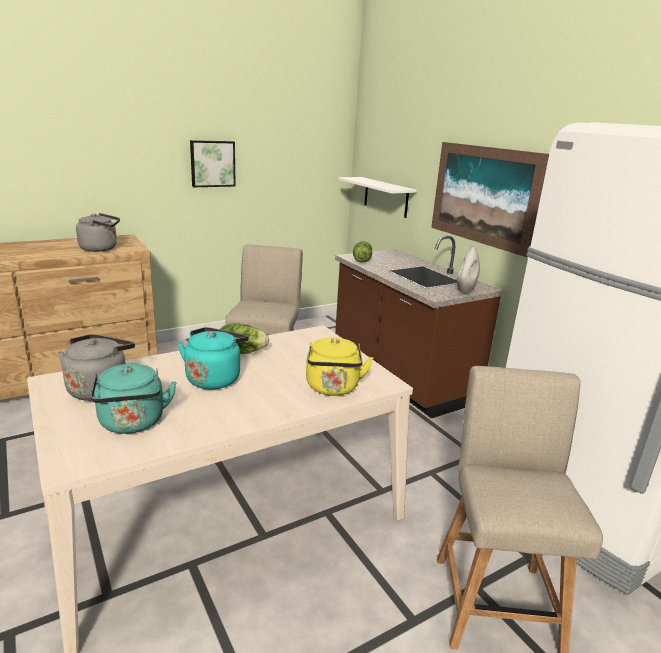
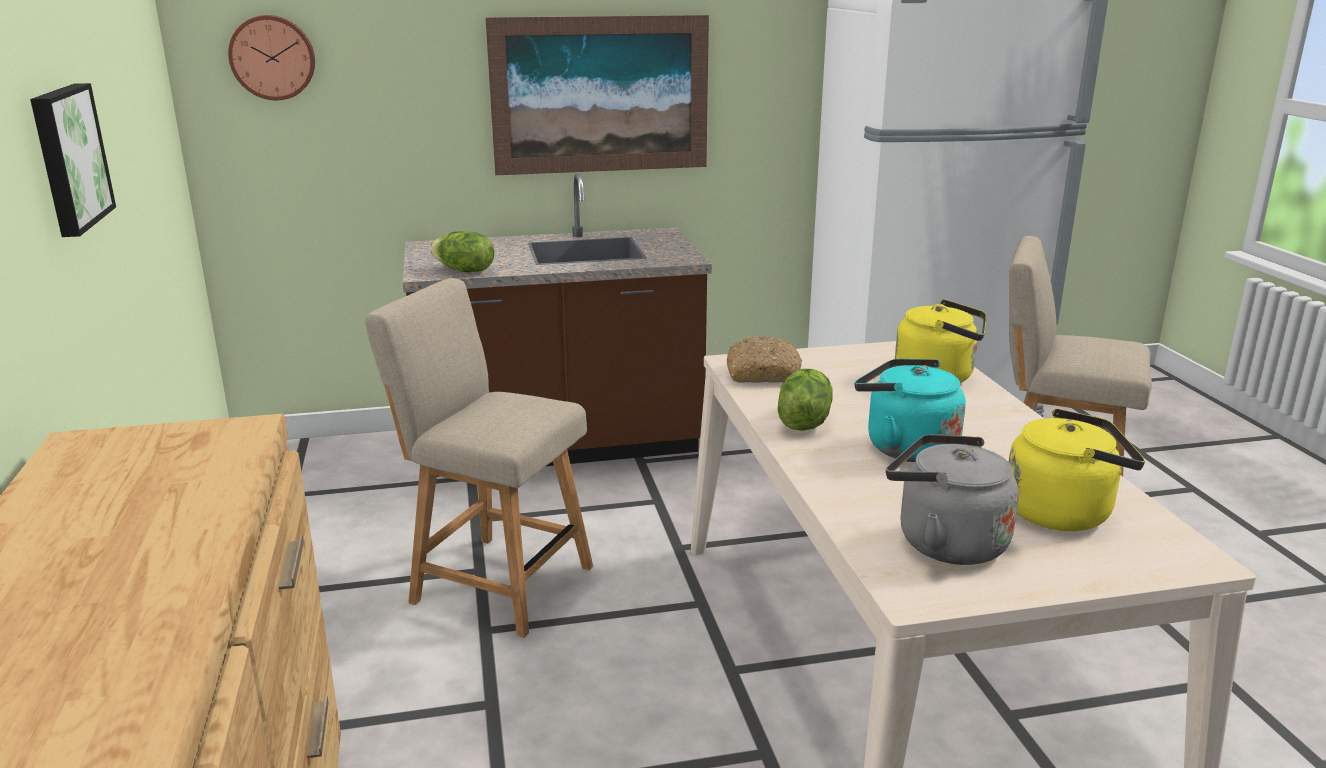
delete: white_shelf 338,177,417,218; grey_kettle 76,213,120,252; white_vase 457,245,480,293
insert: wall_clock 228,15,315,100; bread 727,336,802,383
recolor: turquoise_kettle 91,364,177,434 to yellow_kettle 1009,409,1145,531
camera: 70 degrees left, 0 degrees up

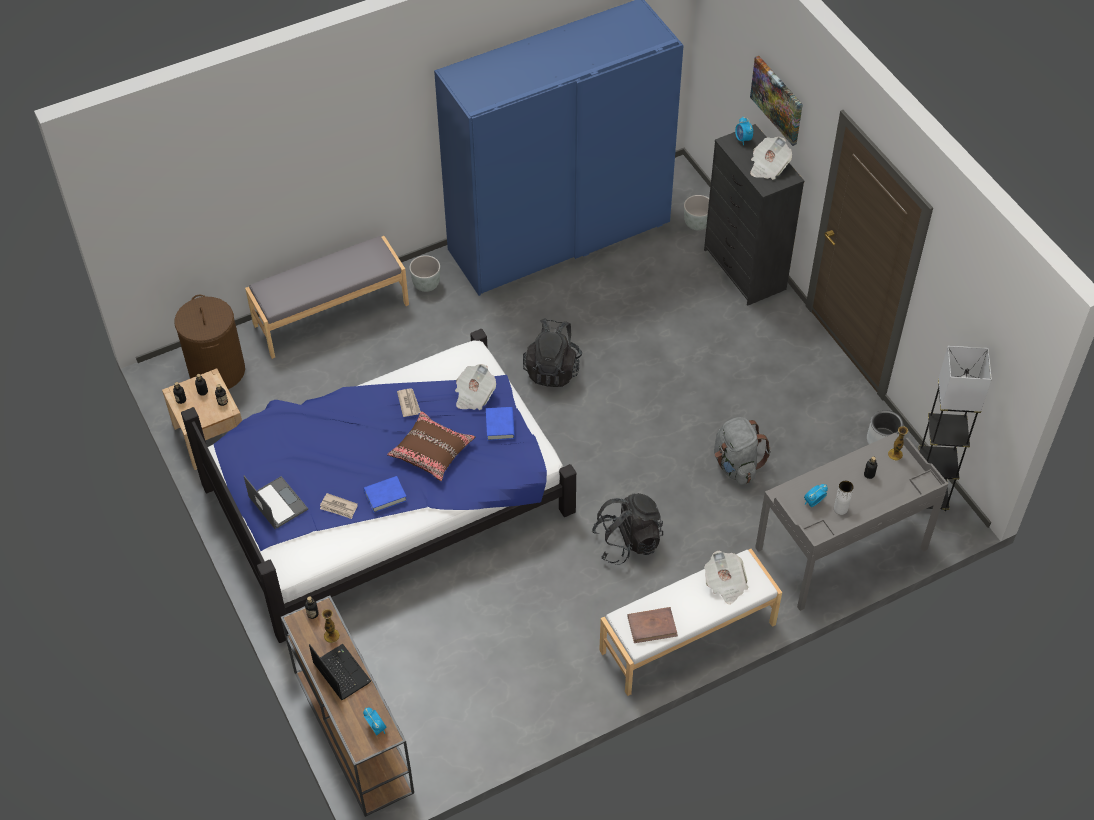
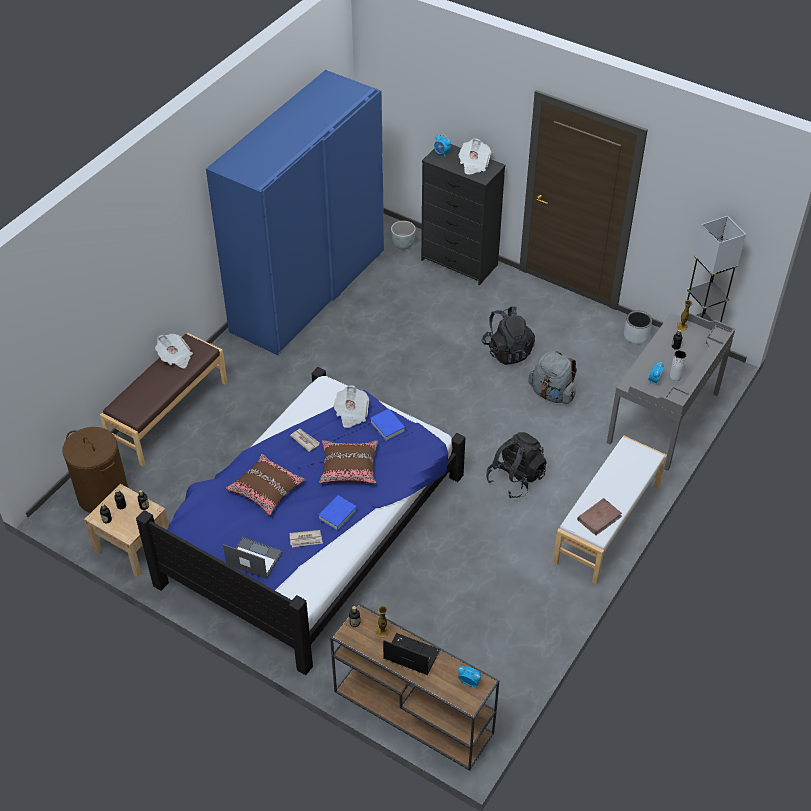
delete: picture 750,56,803,146; grey_planter 409,255,440,292
insert: brown_pillow 225,454,305,516
move: black_backpack 523,318,582,387 to 482,307,535,365; newspaper 704,550,749,604 to 155,334,193,369
recolor: grey_bench 245,236,409,359 to brown_bench 100,333,227,467
camera: 30 degrees left, 5 degrees down

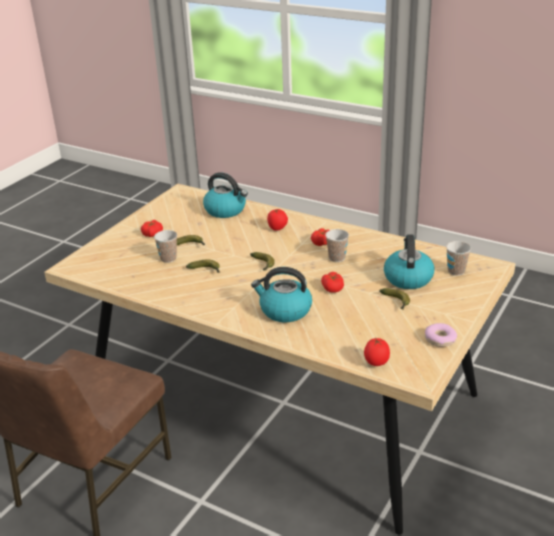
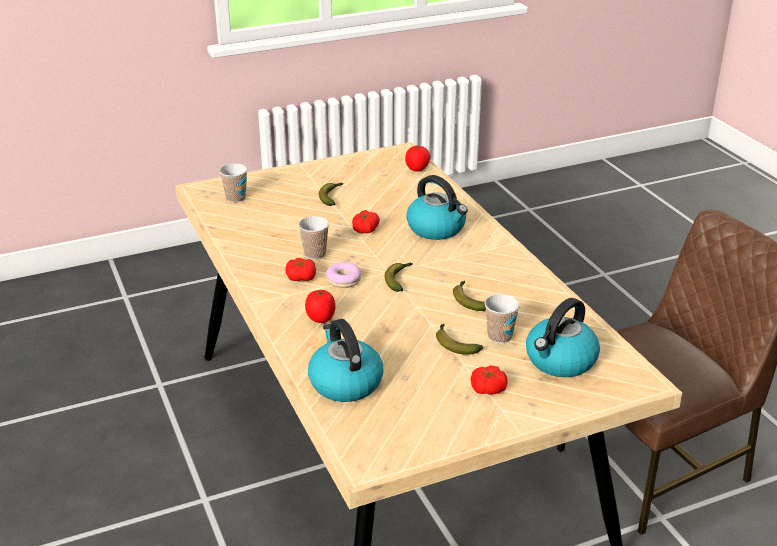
move: kettle 384,234,435,289 to 526,298,600,377; donut 425,323,457,347 to 326,262,361,288
camera: 145 degrees left, 0 degrees up

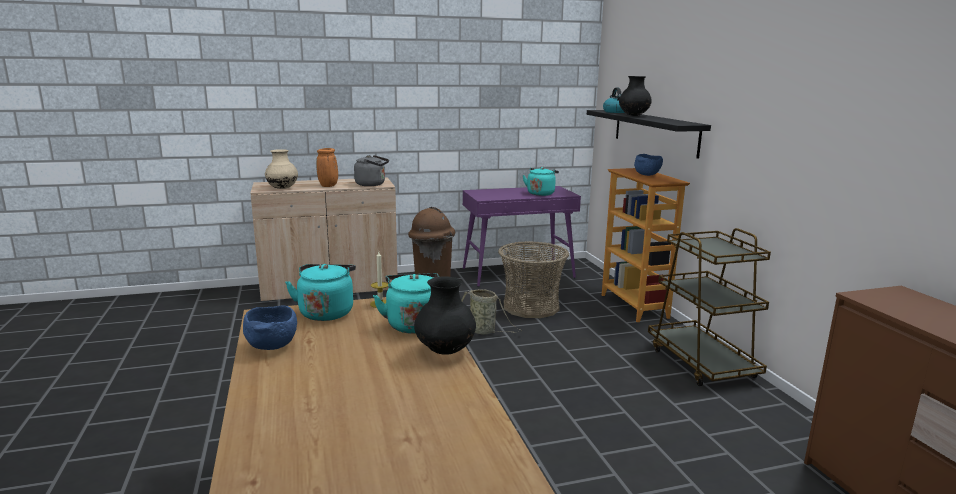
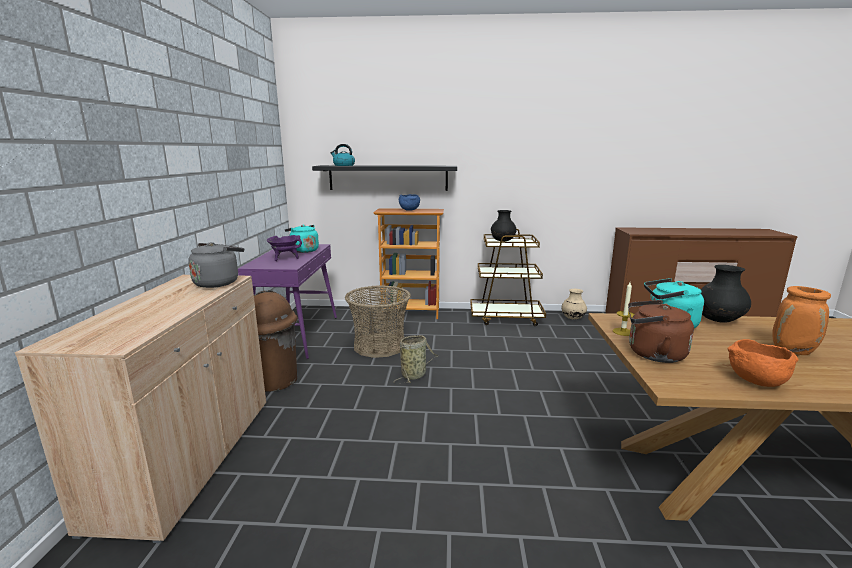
insert: purple_cooking_pot 267,235,302,261
move: black_vase 619,76,652,116 to 491,210,517,242; orange_vase 316,148,338,187 to 772,286,831,355; beige_vase 265,149,298,189 to 561,289,587,319
recolor: turquoise_kettle 285,264,356,321 to brown_kettle 628,300,694,363; blue_bowl 243,306,297,350 to orange_bowl 727,339,799,387
camera: 70 degrees left, 0 degrees up

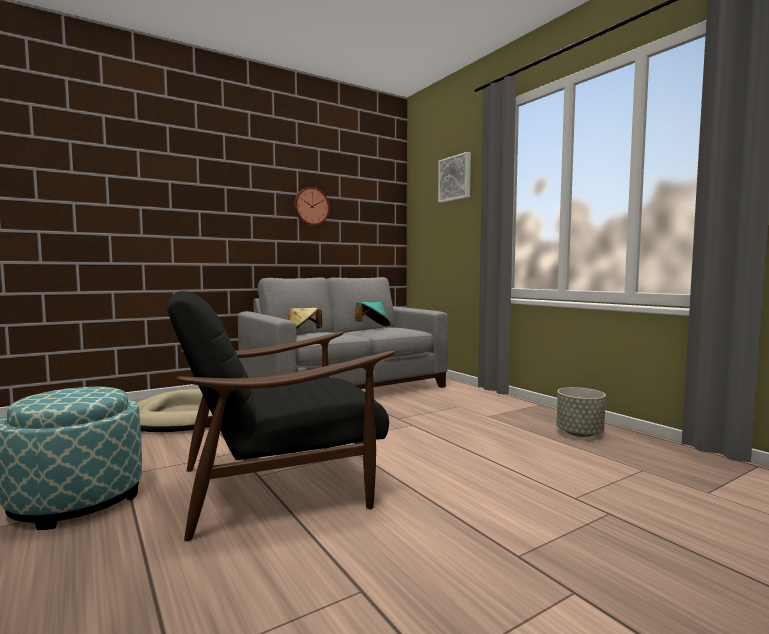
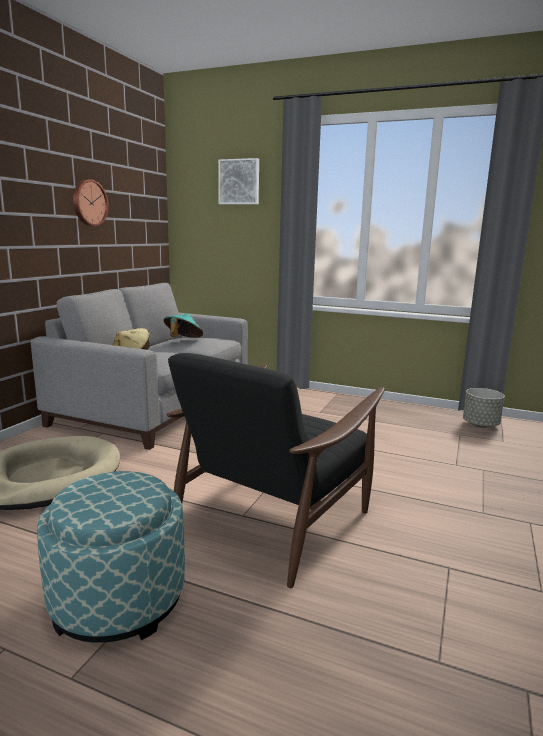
move: grey_planter 556,387,606,437 to 463,388,505,428
camera: 35 degrees left, 10 degrees up

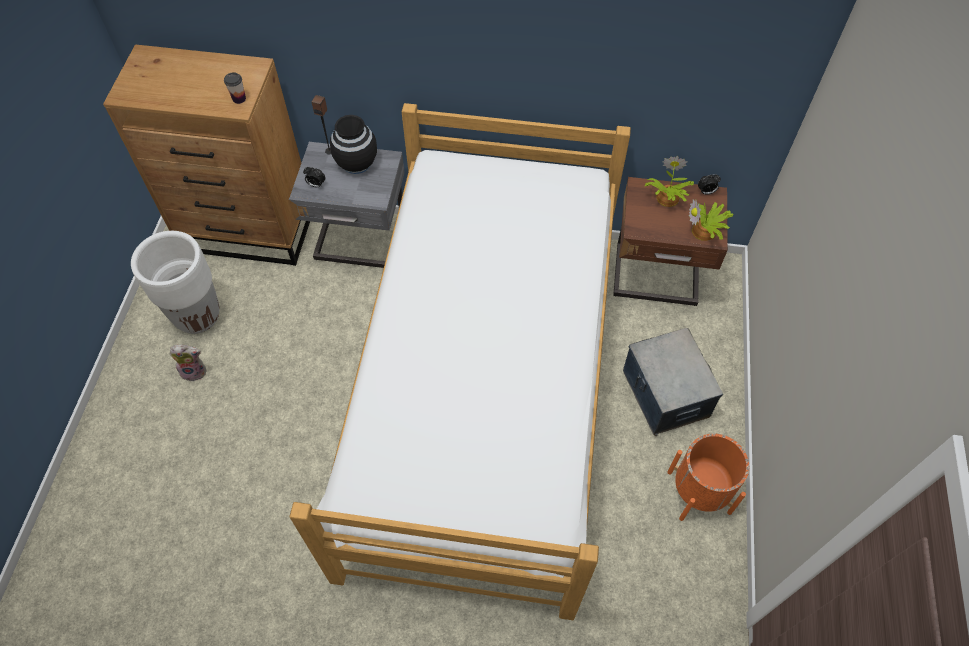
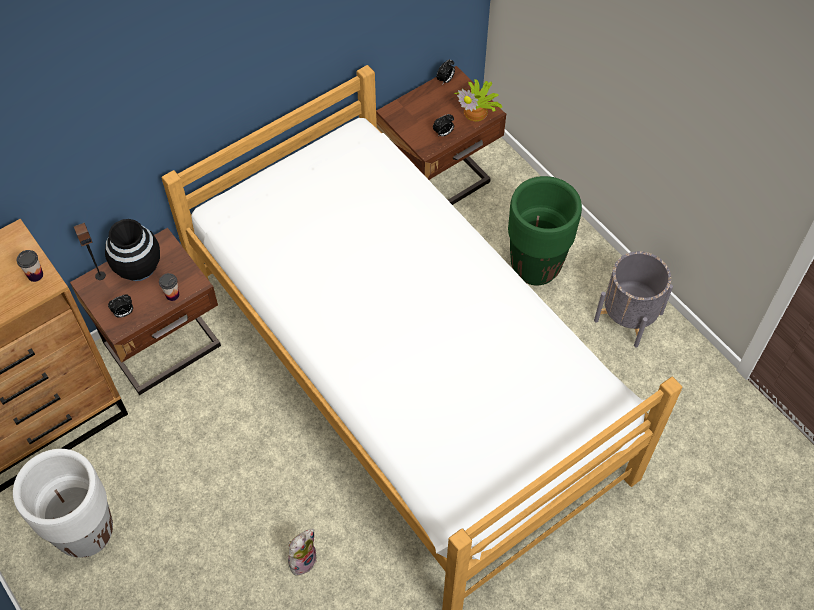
delete: potted_plant 645,156,694,207
insert: alarm_clock 433,114,454,137; cup 159,273,179,301
move: plush_toy 170,344,207,382 to 288,529,317,575
replace: storage_box 623,328,723,436 to green_planter 508,176,582,285
recolor: grey_nightstand 289,142,405,268 to brown_nightstand 70,228,221,395; orange_planter 667,434,749,521 to grey_planter 594,251,673,347
camera: 45 degrees left, 0 degrees up

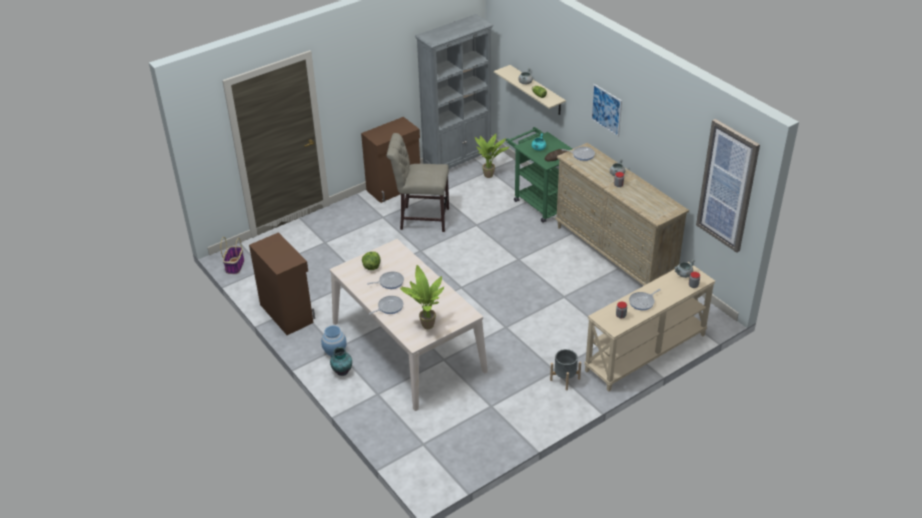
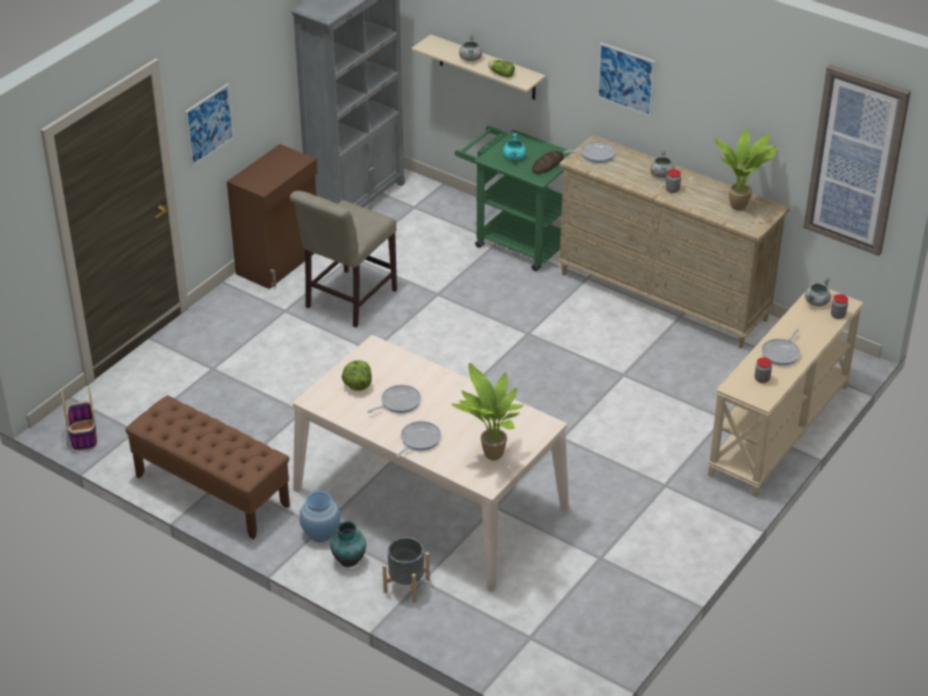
insert: picture 185,83,234,167
move: potted_plant 475,134,509,178 to 715,128,778,211; grey_planter 550,349,581,391 to 382,537,430,603
replace: brown_cabinet 249,232,315,335 to brown_bench 125,395,290,539
rotate: beige_chair 387,133,449,232 = 290,191,397,328 45 degrees counterclockwise
camera: 20 degrees left, 0 degrees up

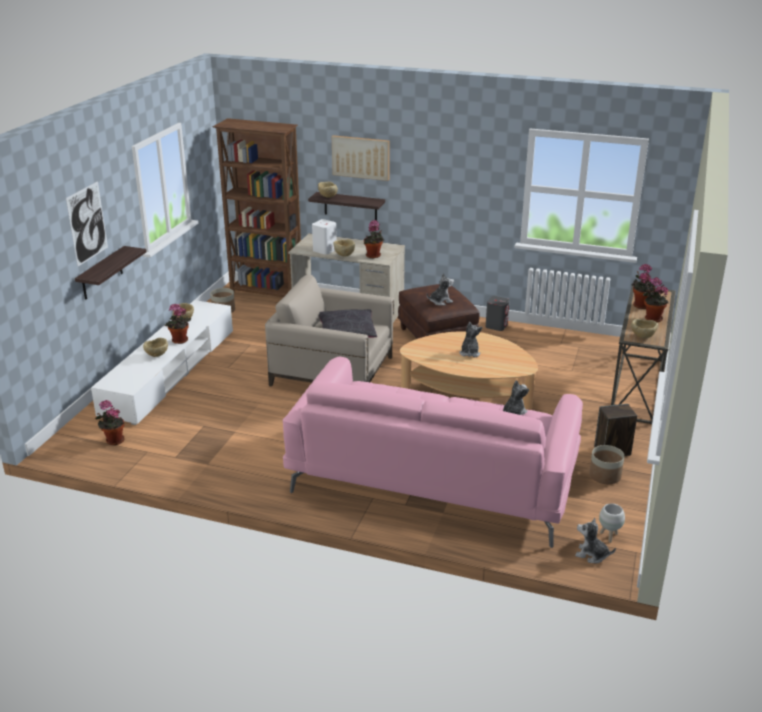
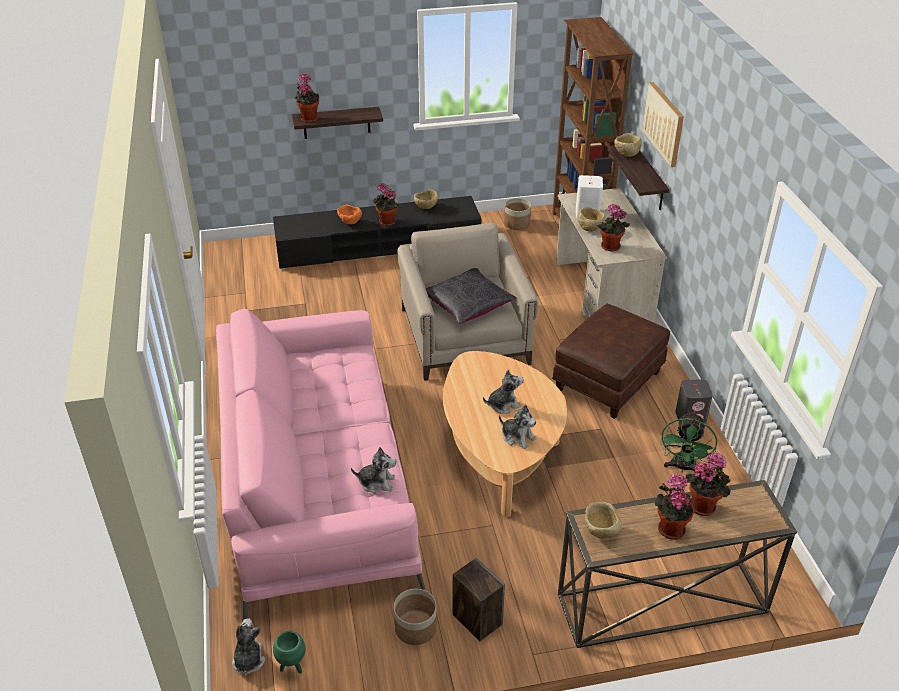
delete: picture 66,181,108,266
insert: green_fan 660,412,717,473
move: plush_toy 427,273,454,306 to 499,405,536,449; potted_plant 95,400,125,445 to 294,74,320,123
recolor: white_tv_stand 91,300,233,425 to black_tv_stand 273,196,481,269; beige_bowl 143,338,168,357 to orange_bowl 337,205,362,224; white_planter 599,504,625,543 to green_planter 273,631,305,674
camera: 60 degrees right, 10 degrees up

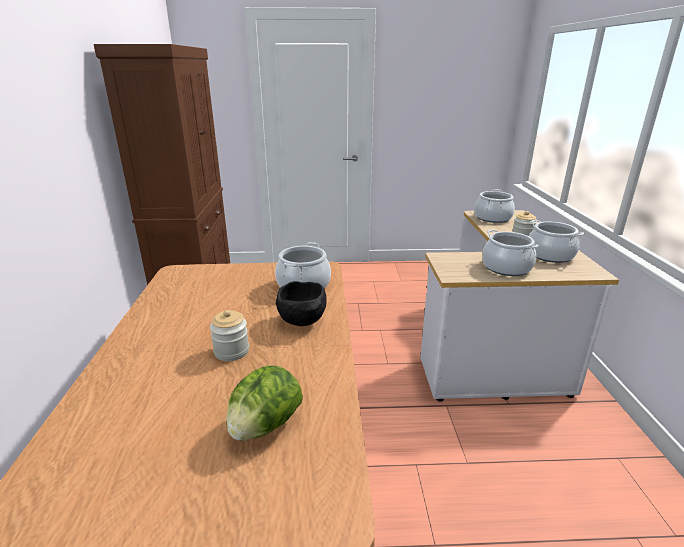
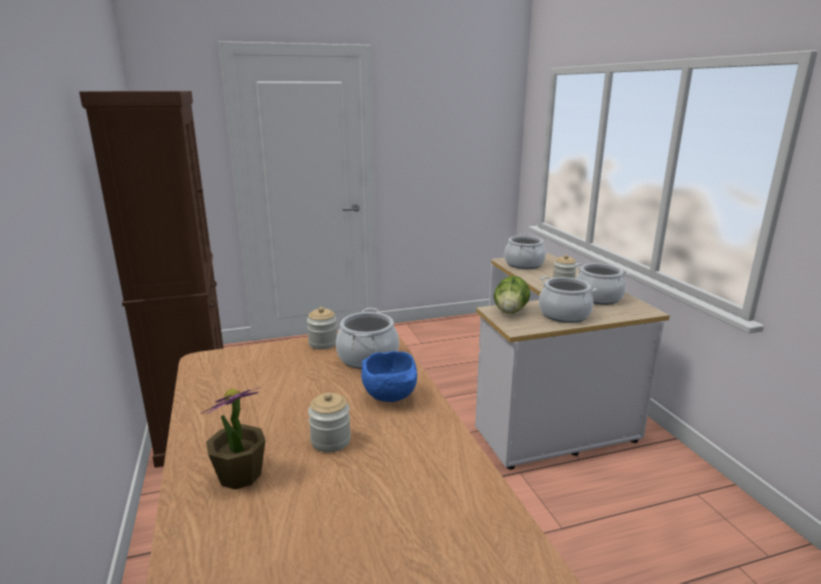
insert: jar 307,307,337,350; potted_plant 200,387,266,489
move: lettuce 226,366,303,441 to 494,276,530,314
recolor: black_bowl 276,281,326,326 to blue_bowl 361,351,417,402
camera: 15 degrees left, 5 degrees down

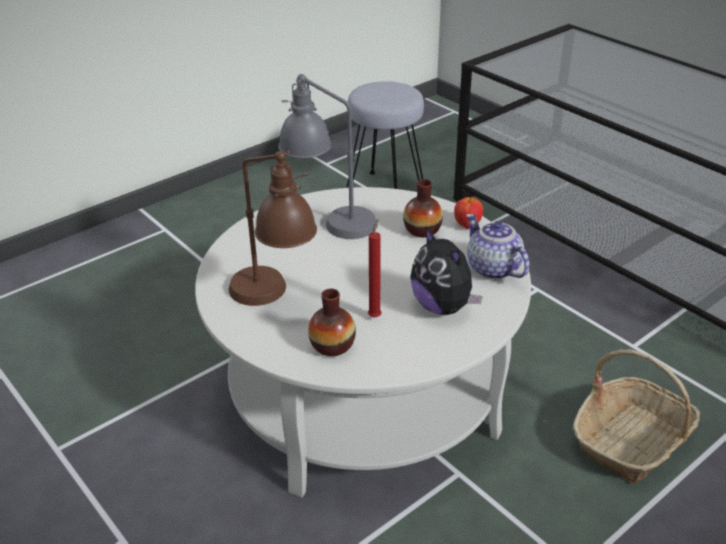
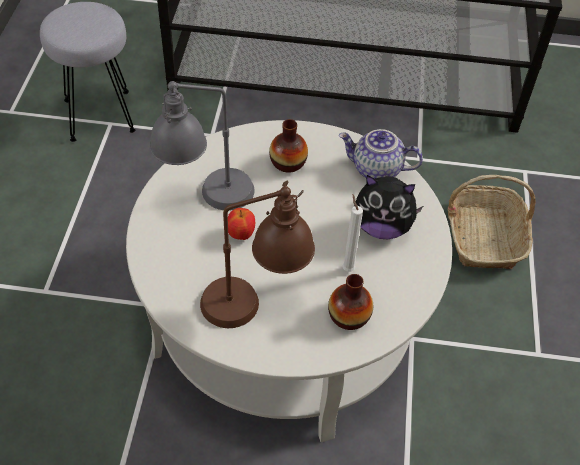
move: apple 454,196,483,229 to 228,208,255,240
recolor: red_candle 368,219,382,318 to white_candle 342,194,363,272
camera: 45 degrees left, 15 degrees up

